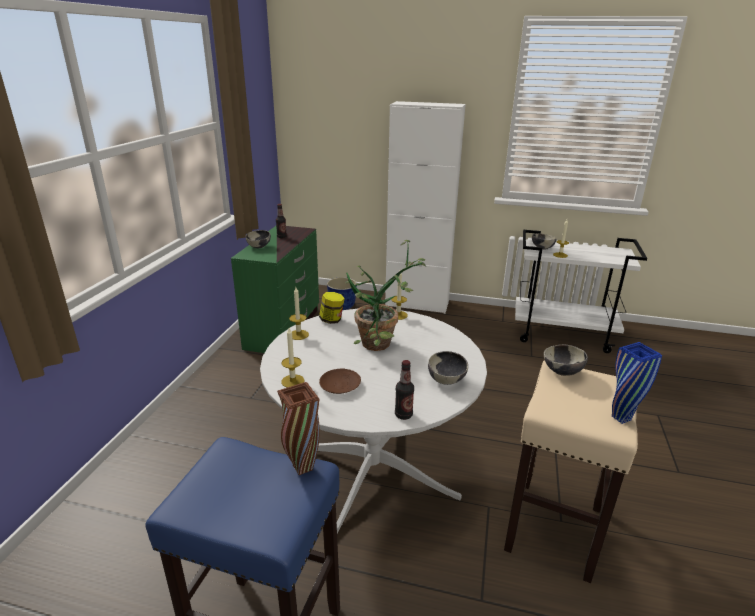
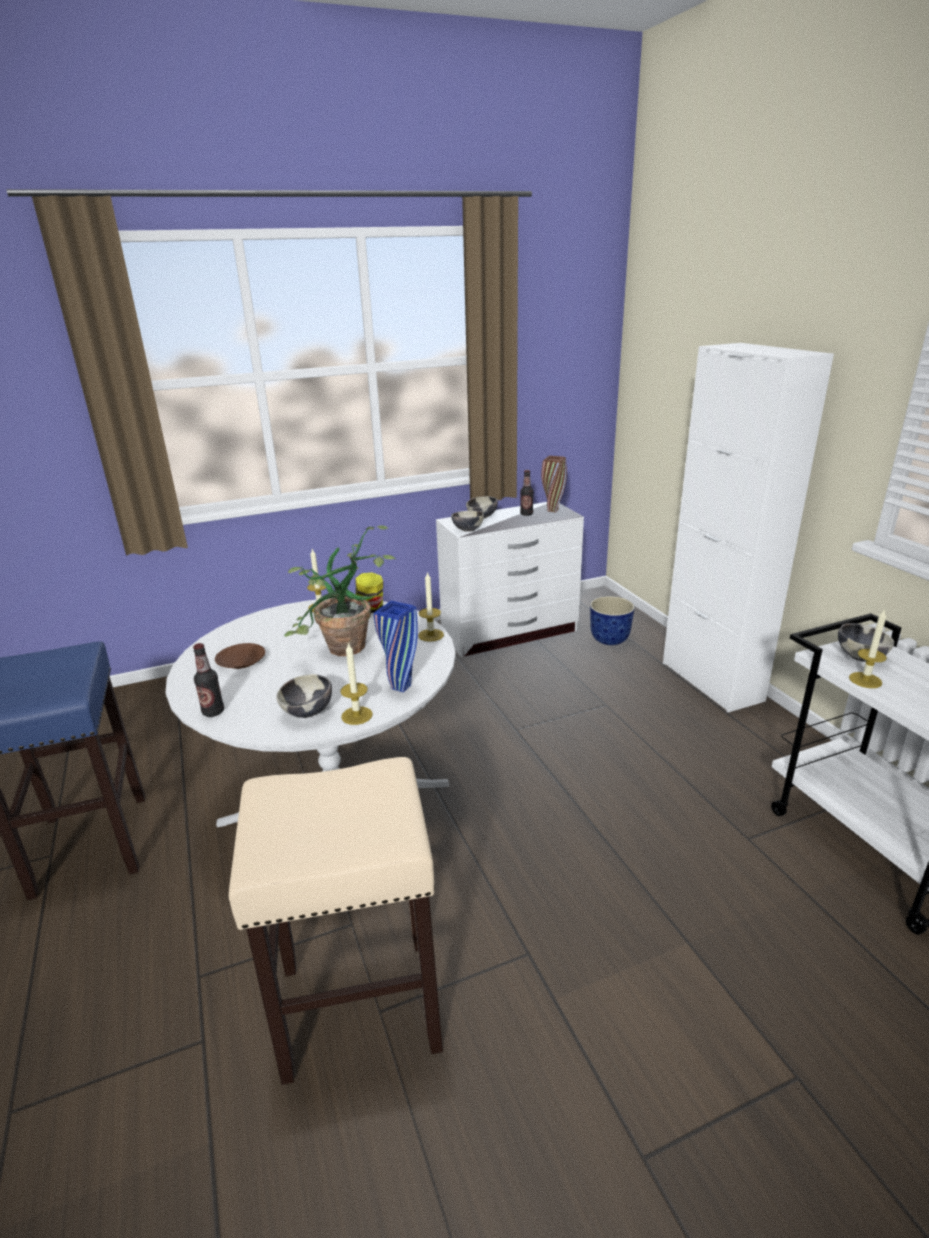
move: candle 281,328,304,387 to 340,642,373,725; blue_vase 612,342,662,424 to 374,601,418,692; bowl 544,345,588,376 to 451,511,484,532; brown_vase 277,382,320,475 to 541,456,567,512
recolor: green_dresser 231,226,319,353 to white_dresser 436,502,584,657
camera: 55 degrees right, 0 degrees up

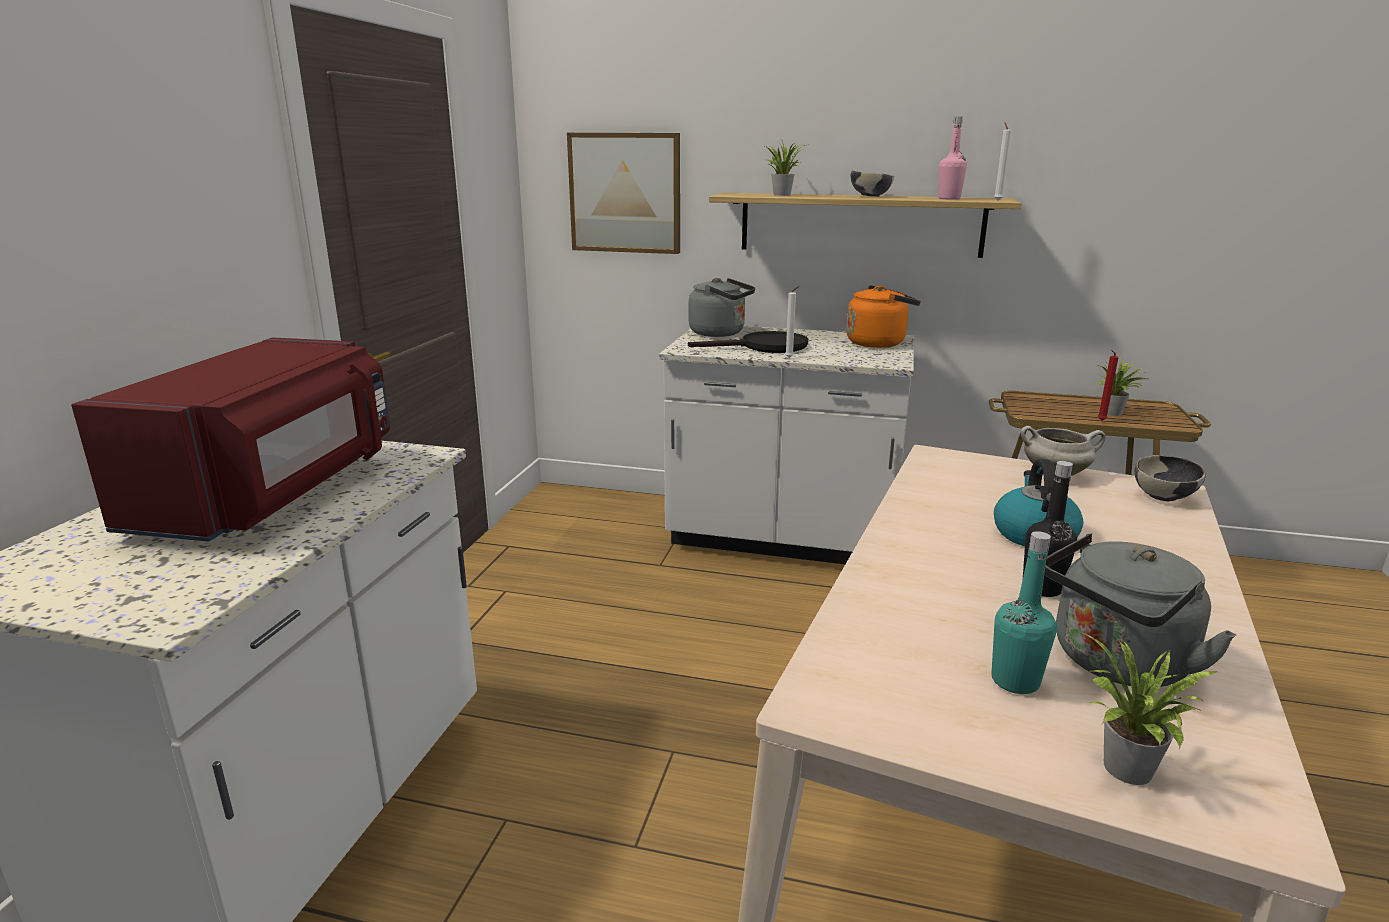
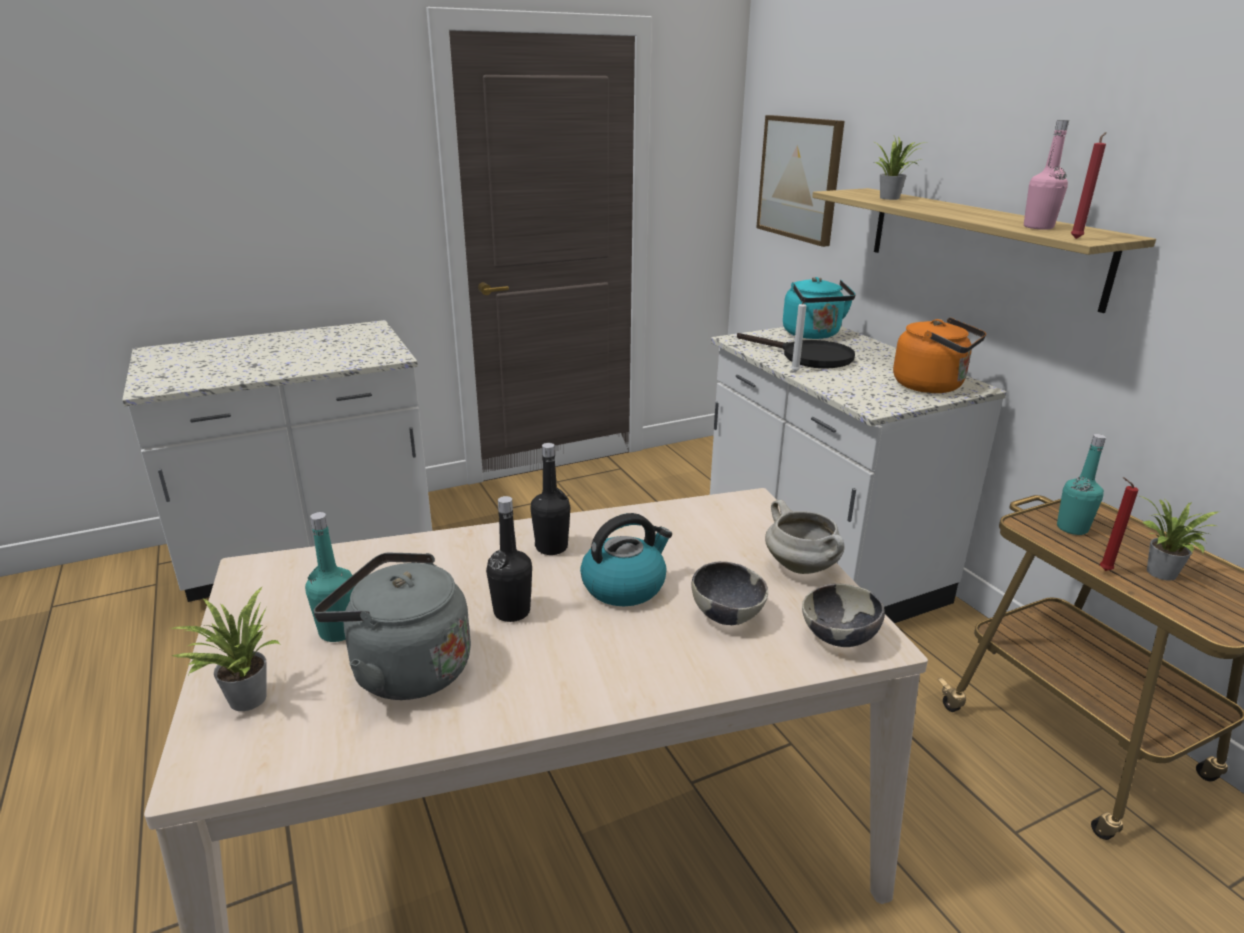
delete: red_microwave 71,337,390,542
insert: turquoise_bottle 1057,434,1106,535; black_bottle 530,443,571,555
move: bowl 850,171,894,197 to 691,561,768,625
recolor: white_candle 994,122,1011,201 to red_candle 1071,132,1107,239; grey_kettle 689,278,755,337 to turquoise_kettle 783,277,856,339
camera: 50 degrees right, 5 degrees up

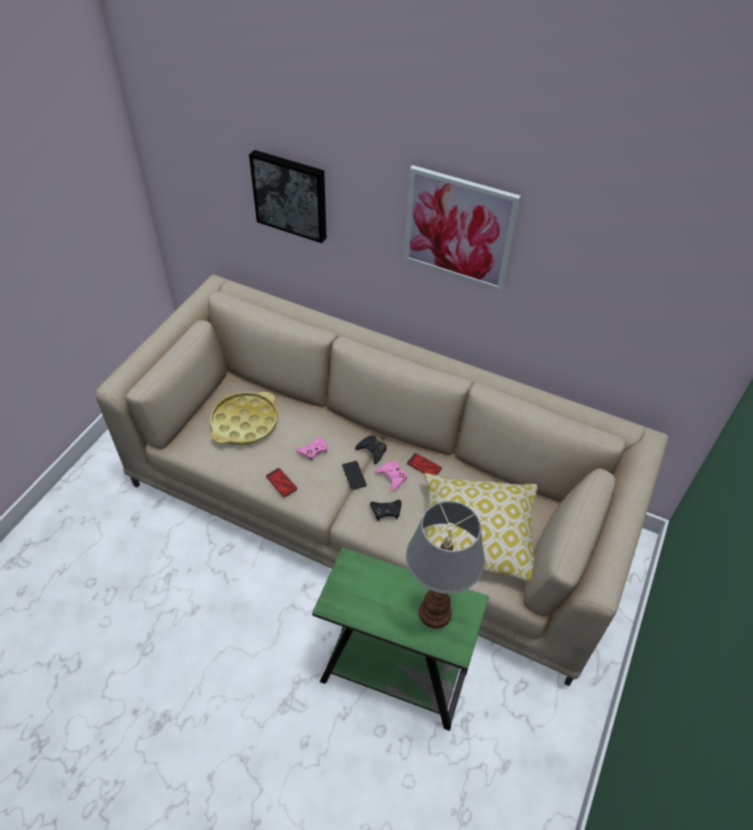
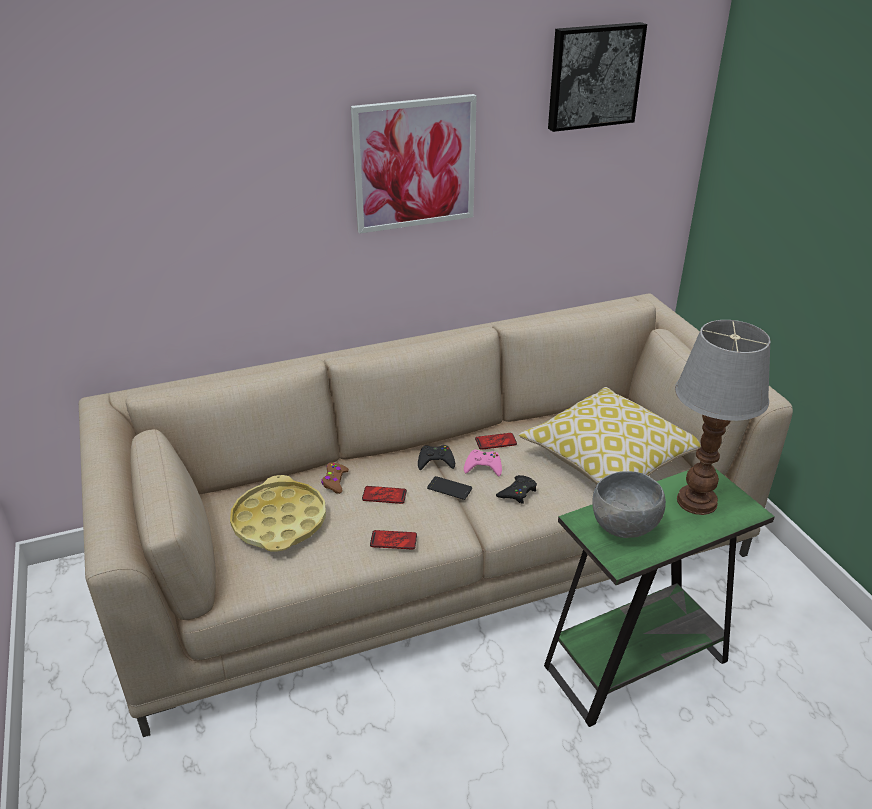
insert: brown_game_controller 321,462,349,494; grey_bowl 592,471,666,538
move: picture 249,150,326,243 to 548,22,647,132
replace: pink_game_controller 296,437,328,461 to phone 362,486,407,504
camera: 45 degrees left, 15 degrees down

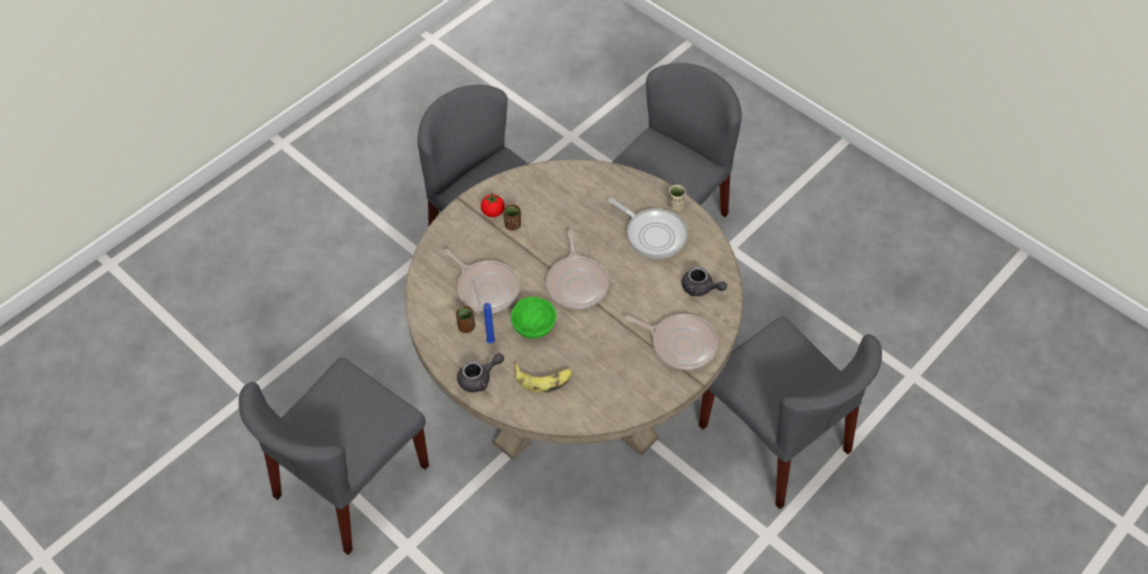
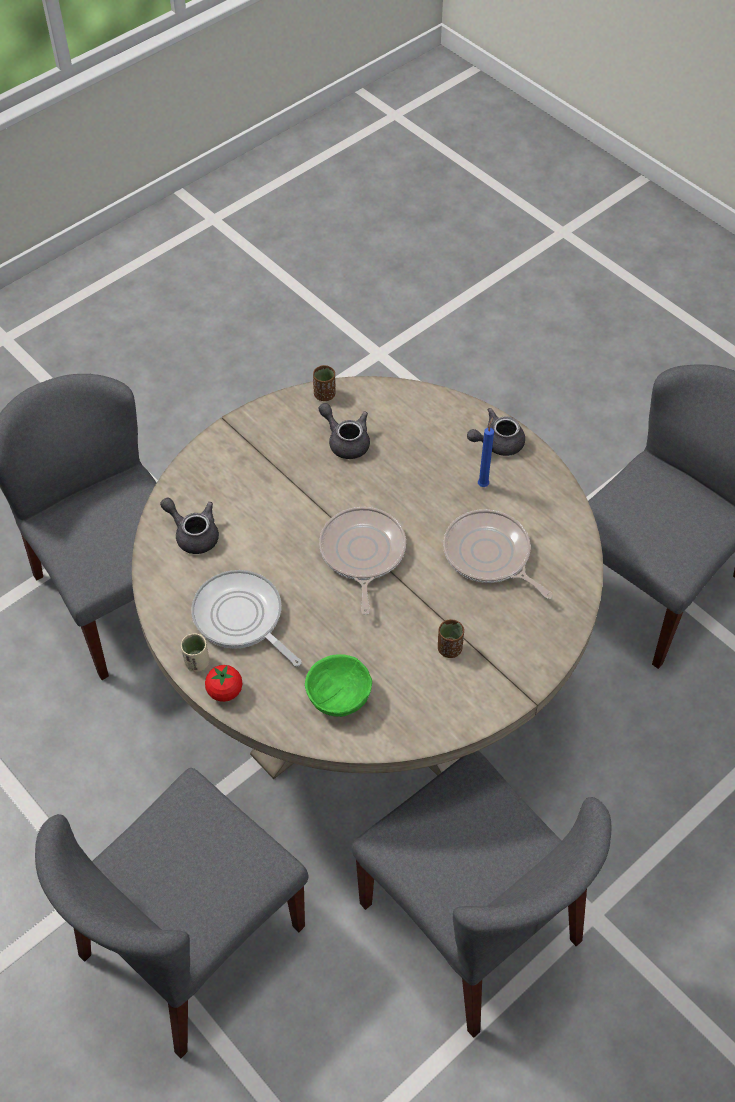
delete: frying_pan 625,314,718,370; banana 514,363,573,393
insert: grey_teapot 318,403,370,459
move: tomato 481,193,505,217 to 205,665,242,702; green_bowl 511,297,557,339 to 305,654,372,717; brown_cup 456,306,475,333 to 313,365,336,401
camera: 175 degrees left, 0 degrees up

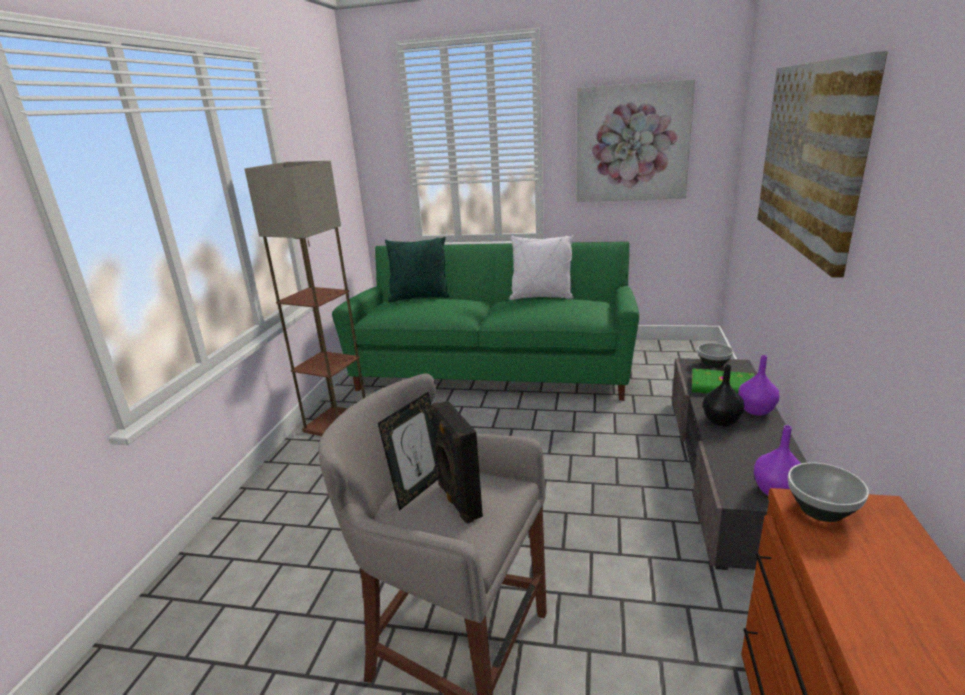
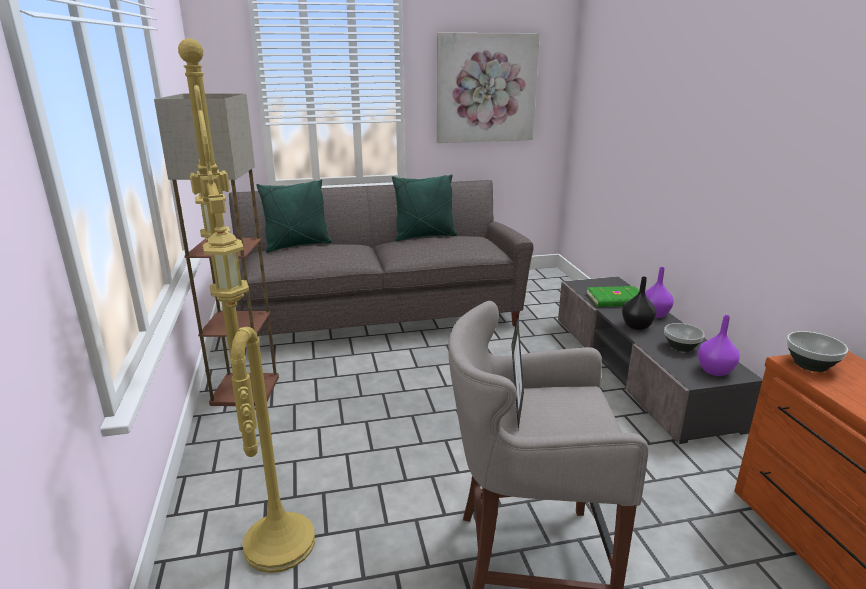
delete: picture 757,51,888,278; black_speaker 430,401,483,524
insert: yellow_floor_lamp 178,38,315,573
move: bowl 697,343,733,368 to 664,323,705,352
recolor: white_pillow 509,235,574,300 to green_pillow 392,174,457,241; green_sofa 332,241,639,401 to grey_sofa 229,180,534,353
camera: 25 degrees left, 0 degrees up

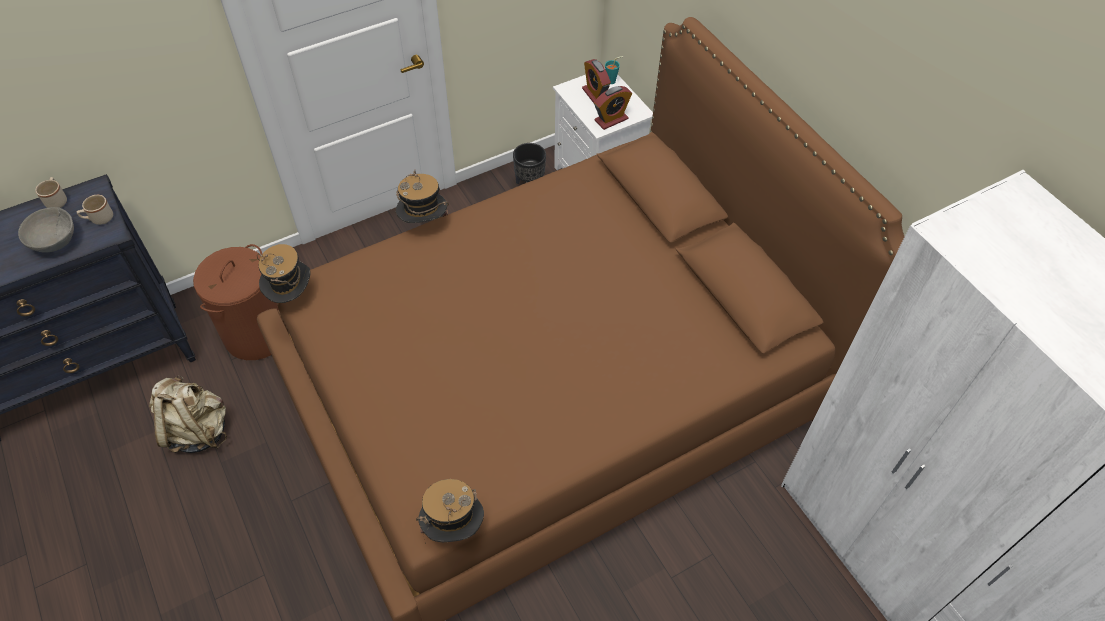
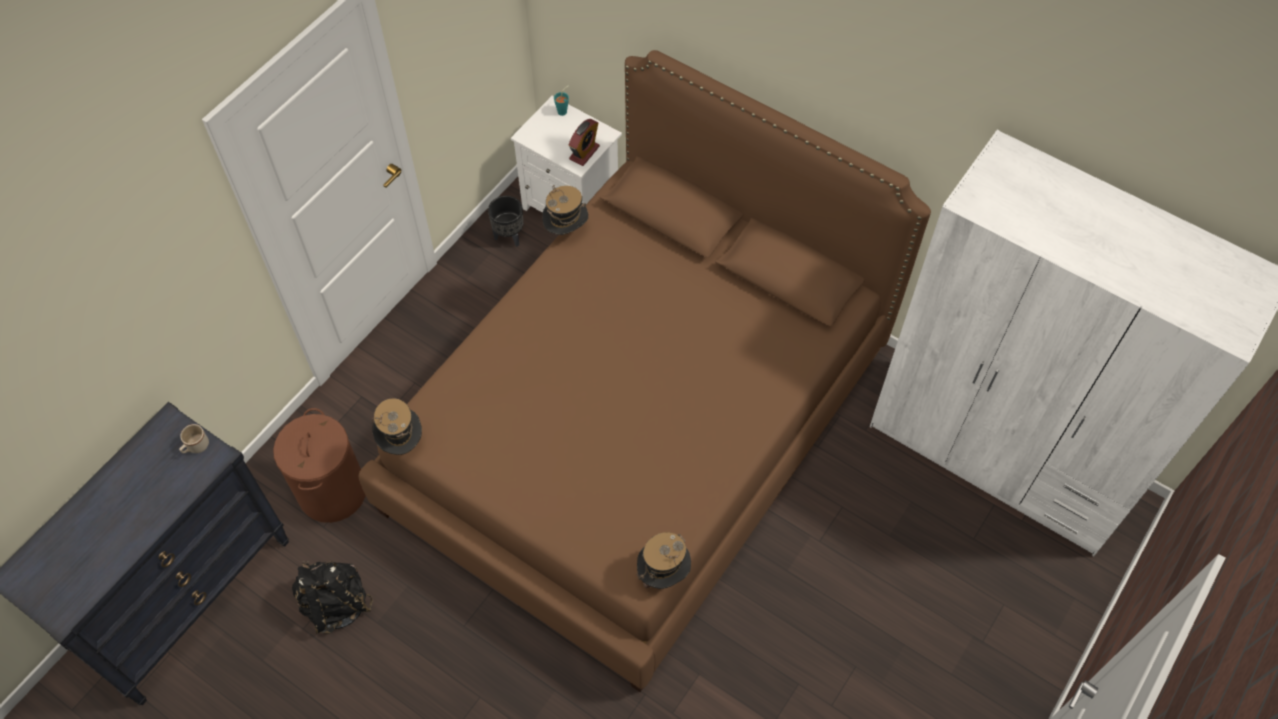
delete: alarm_clock 582,59,611,103; beige_mug 35,177,67,208; grey_bowl 18,207,74,253
move: hat 396,169,449,223 to 542,185,589,235
recolor: beige_backpack 149,375,227,453 to black_backpack 292,561,373,634
camera: 25 degrees left, 5 degrees up

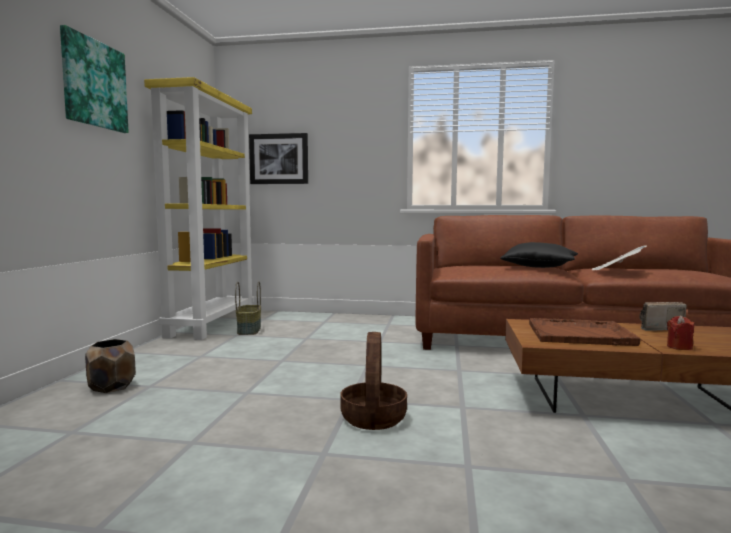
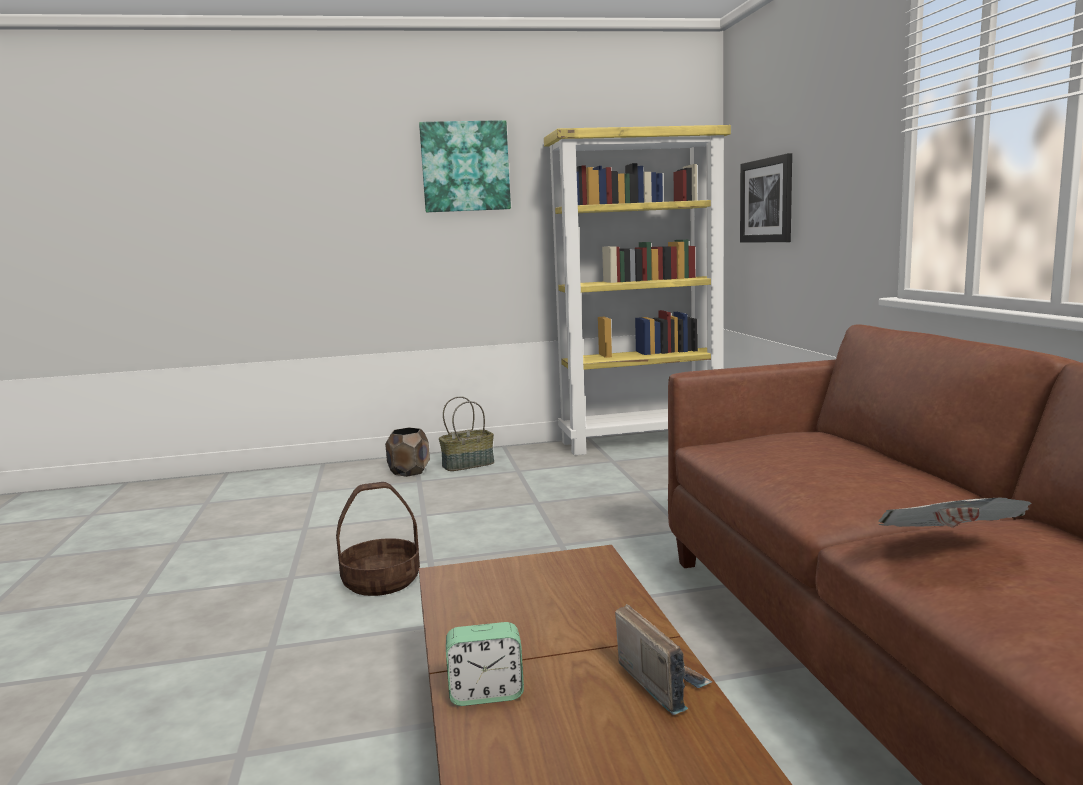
delete: black_pillow 500,242,578,268; brown_tray 529,318,640,346
move: basket 235,281,261,335 to 439,396,494,471
replace: red_candle 667,315,694,350 to alarm_clock 446,622,524,706
camera: 70 degrees right, 5 degrees up

